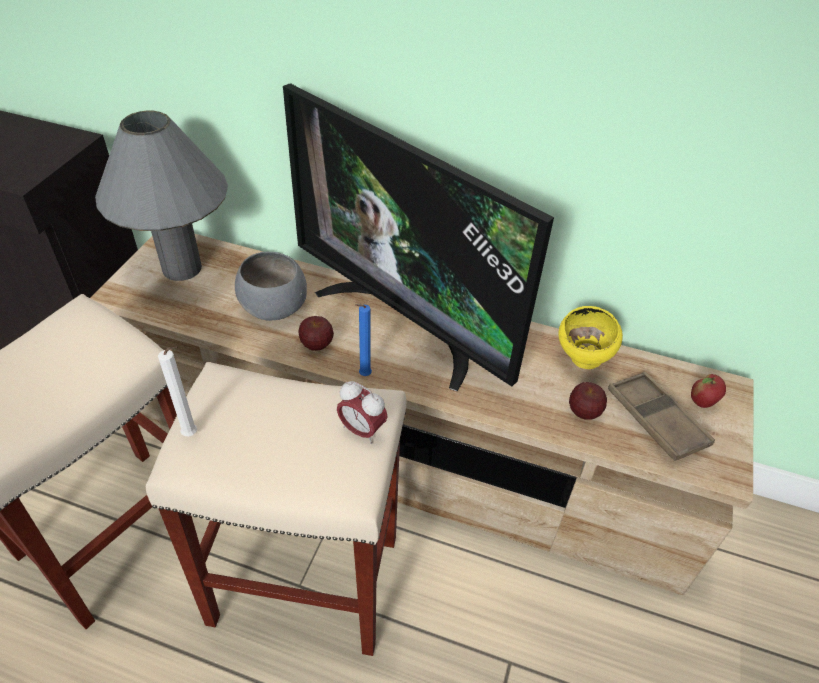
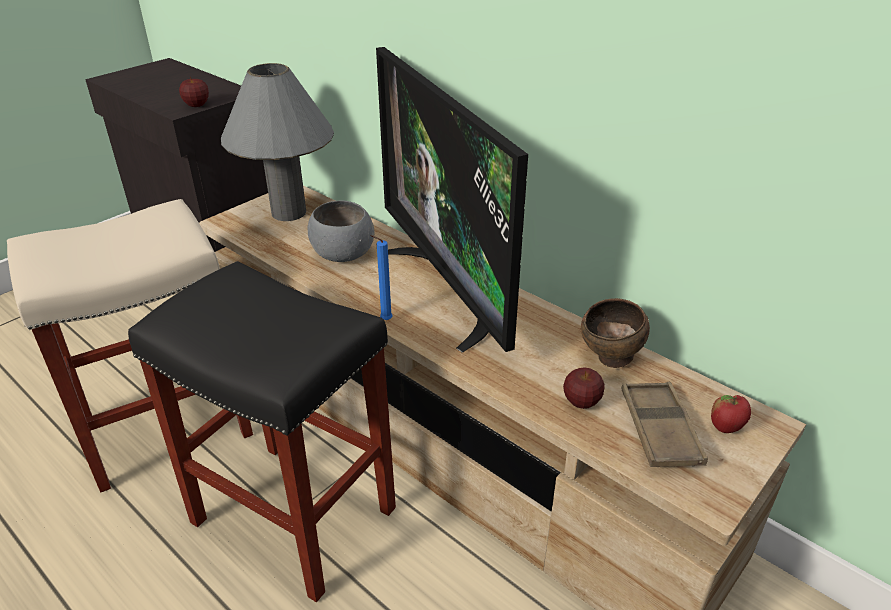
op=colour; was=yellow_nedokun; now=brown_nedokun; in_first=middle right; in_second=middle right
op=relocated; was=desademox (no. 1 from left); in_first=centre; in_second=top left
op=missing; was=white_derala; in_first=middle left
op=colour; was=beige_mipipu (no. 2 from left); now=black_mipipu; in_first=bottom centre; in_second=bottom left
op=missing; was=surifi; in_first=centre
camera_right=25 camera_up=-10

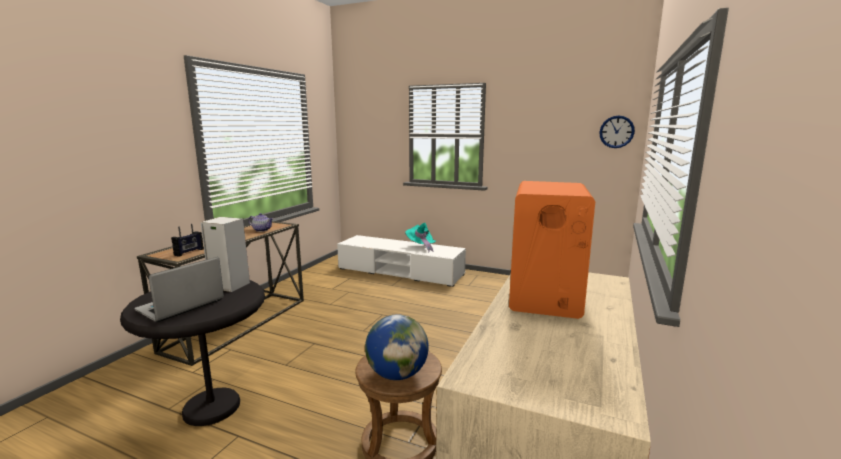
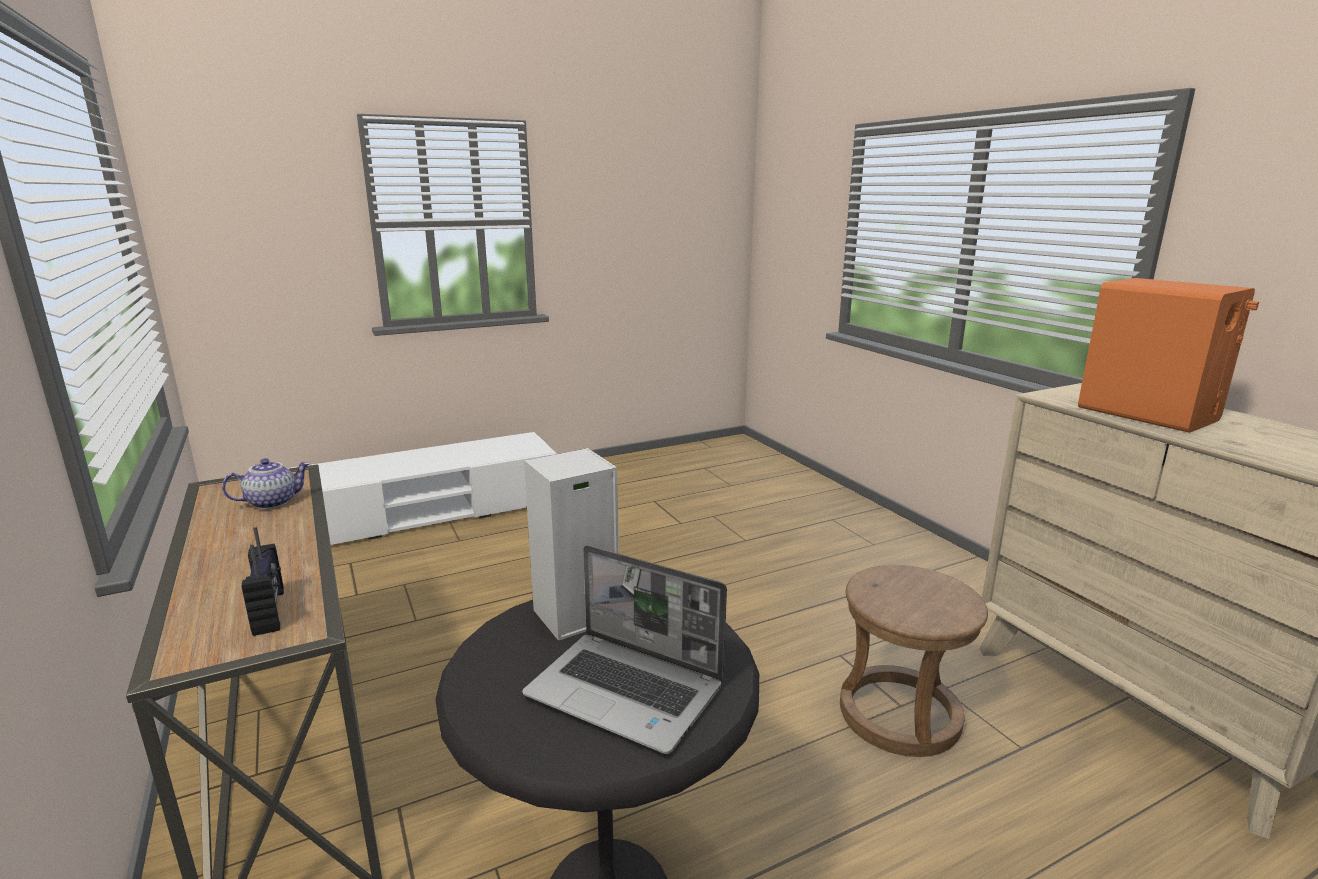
op=missing; was=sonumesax; in_first=top right
op=missing; was=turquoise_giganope; in_first=centre
op=spun; was=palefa; in_first=middle left; in_second=bottom centre; clockwise=-45
op=missing; was=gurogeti; in_first=bottom centre
camera_right=-50 camera_up=5

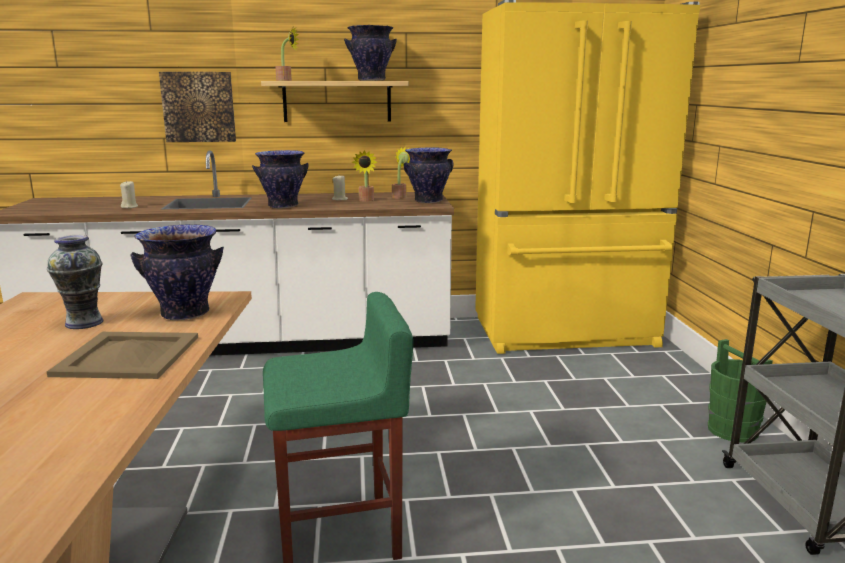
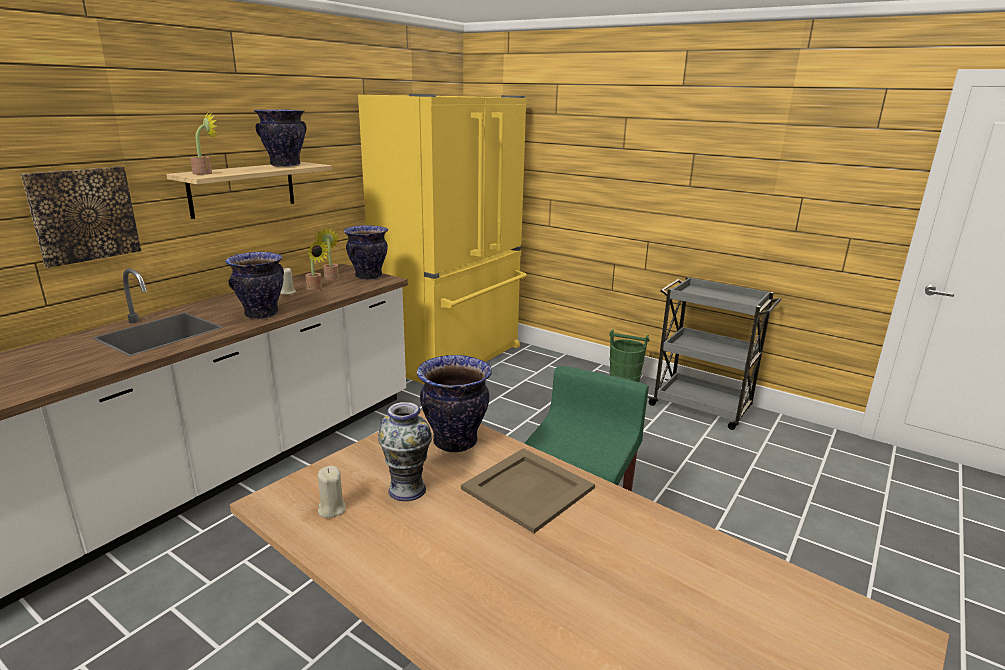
op=relocated; was=beige_derala (no. 1 from left in the first image); now=beige_derala (no. 2 from left); in_first=middle left; in_second=bottom left
camera_right=-50 camera_up=5

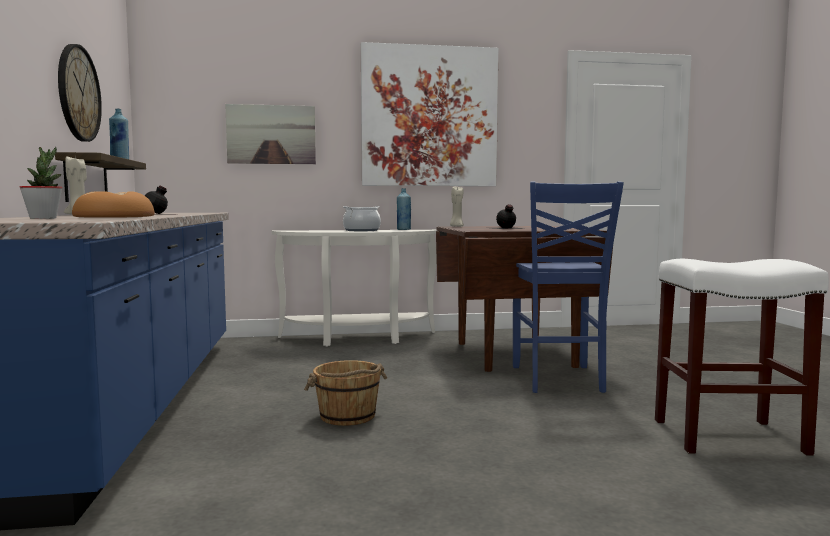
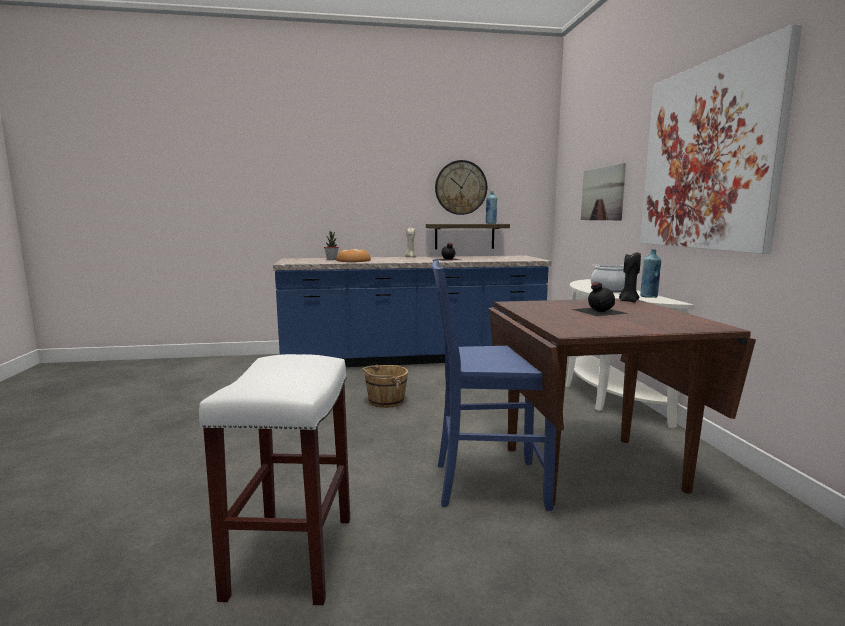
op=colour; was=beige_derala (no. 2 from left); now=black_derala; in_first=centre; in_second=middle right
camera_right=90 camera_up=5

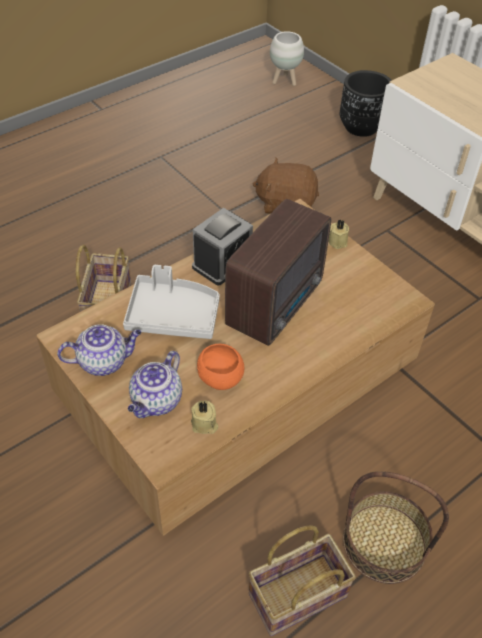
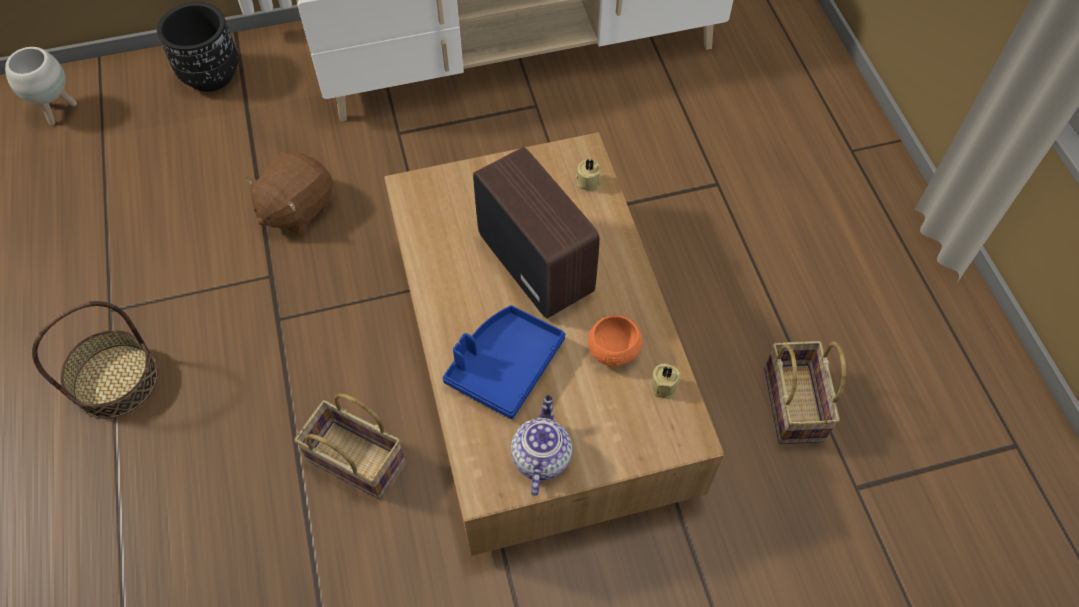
op=missing; was=surifi; in_first=centre
op=relocated; was=beige_derala (no. 2 from left in the first image); now=beige_derala (no. 1 from left); in_first=middle right; in_second=top centre
op=colour; was=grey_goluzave; now=blue_goluzave; in_first=centre; in_second=centre
op=missing; was=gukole (no. 2 from left); in_first=middle left
op=relocated; was=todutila (no. 3 from left in the first image); now=todutila (no. 1 from left); in_first=bottom right; in_second=middle left
camera_right=-65 camera_up=10

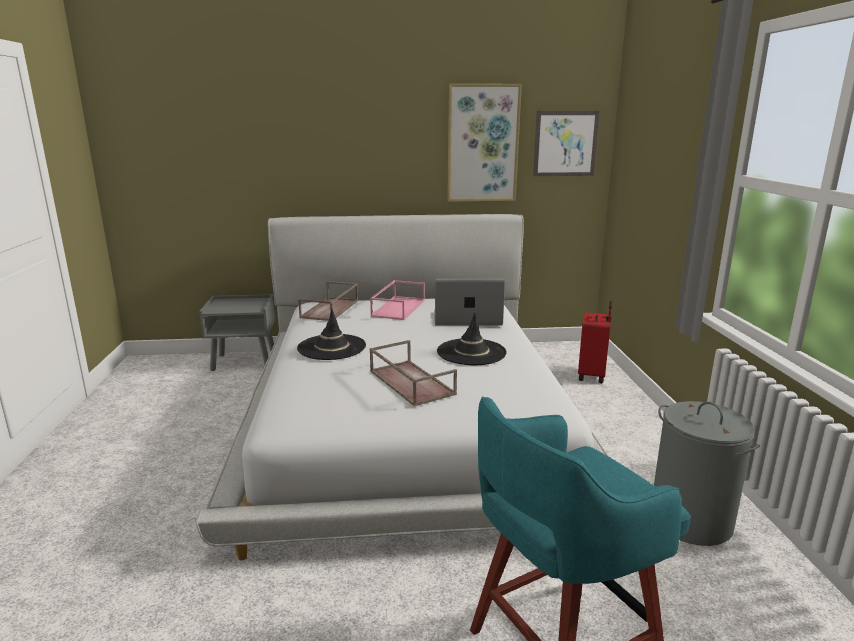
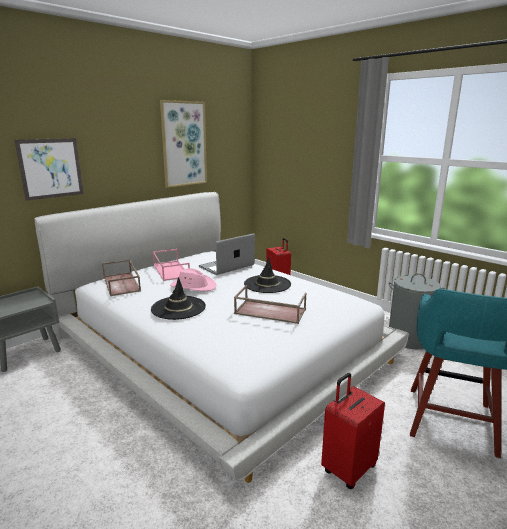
op=relocated; was=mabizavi (no. 2 from left in the first image); now=mabizavi (no. 1 from left); in_first=top centre; in_second=top left
op=appeared; now=pink_giganope; in_second=centre
op=appeared; now=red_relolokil (no. 2 from left); in_second=bottom right
camera_right=-40 camera_up=0

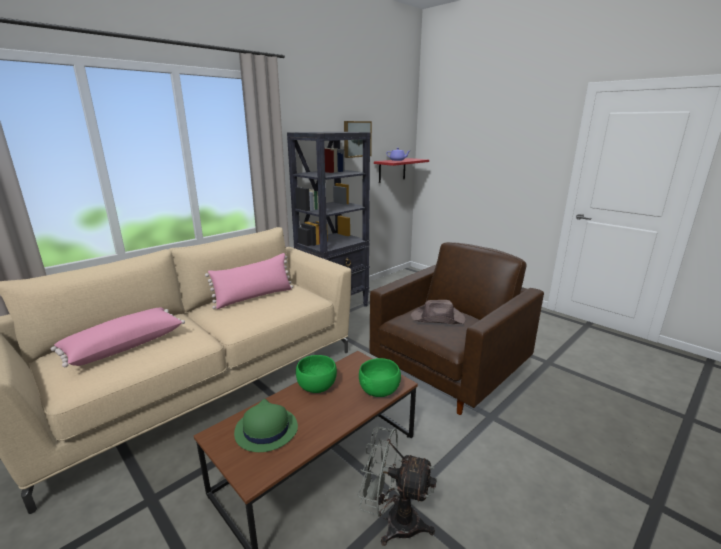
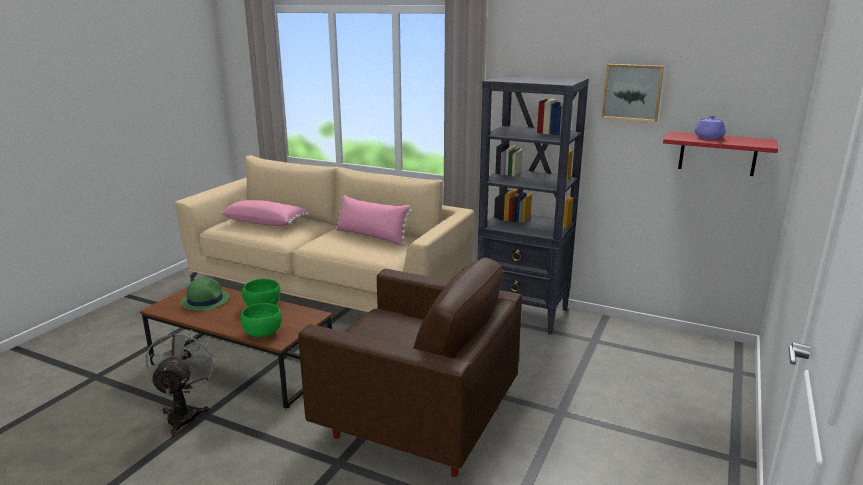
op=missing; was=brown_giganope; in_first=centre
camera_right=70 camera_up=0

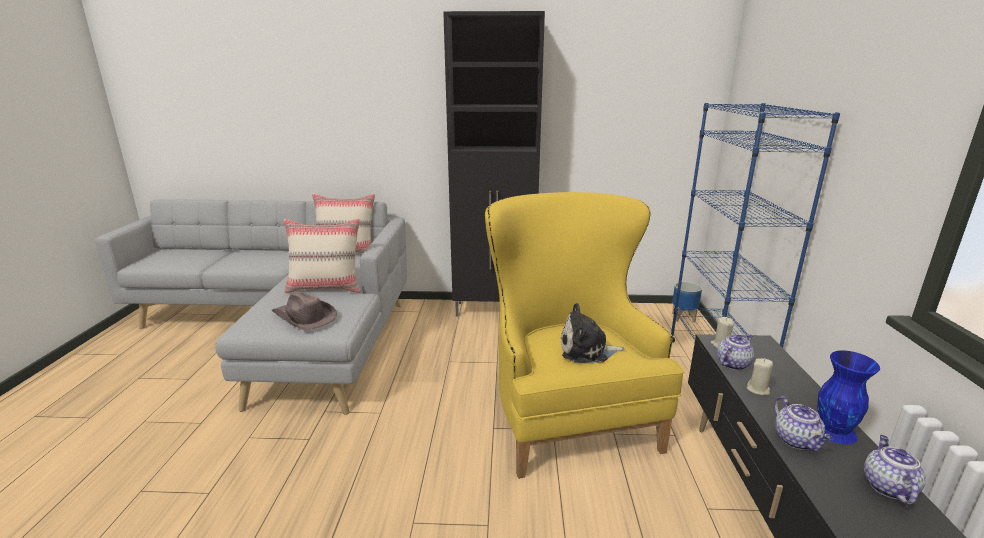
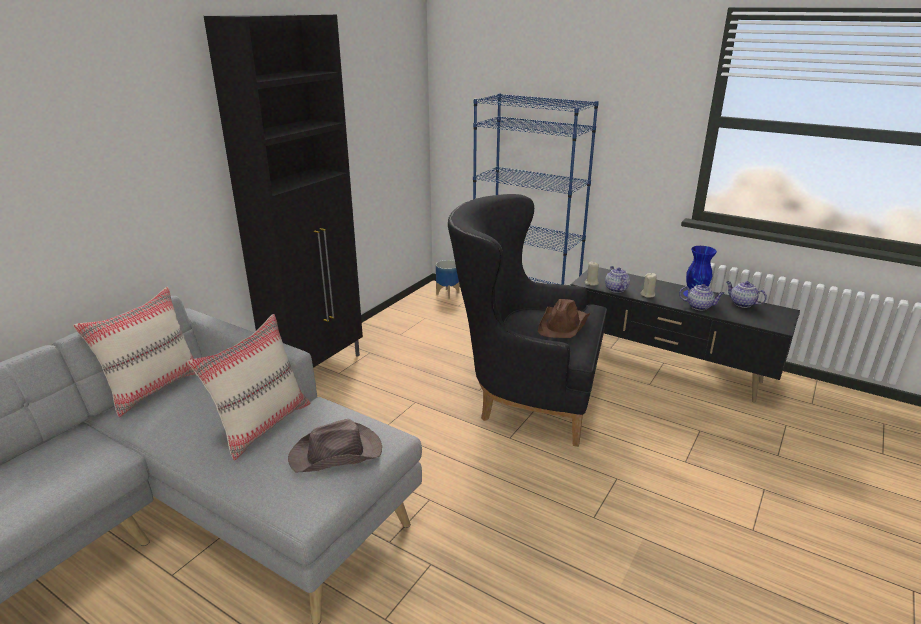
op=colour; was=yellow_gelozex; now=black_gelozex; in_first=centre; in_second=centre
op=exchanged; was=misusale; now=brown_giganope (no. 2 from left); in_first=centre; in_second=centre
camera_right=-60 camera_up=5

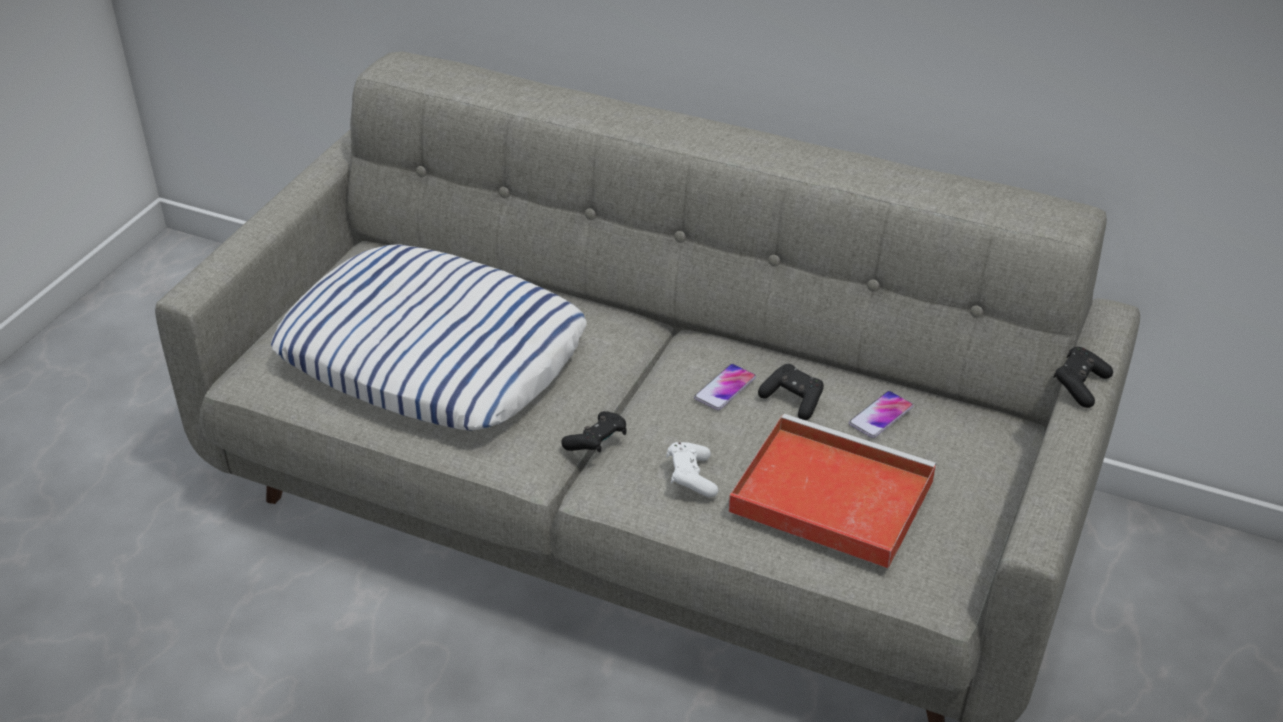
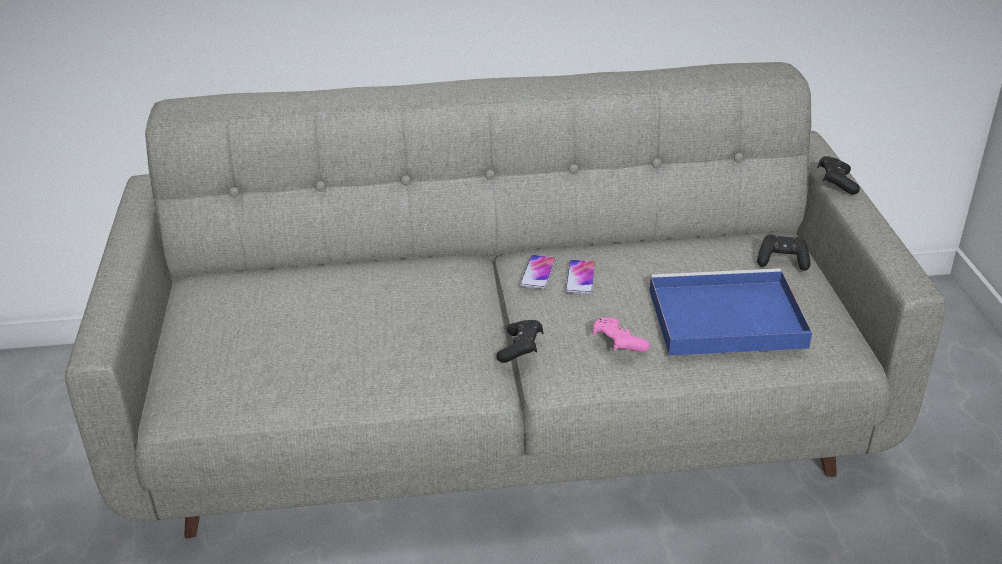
op=missing; was=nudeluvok; in_first=centre
op=relocated; was=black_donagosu (no. 2 from left); in_first=centre; in_second=middle right
op=relocated; was=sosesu (no. 2 from left in the first image); now=sosesu (no. 1 from left); in_first=middle right; in_second=centre
op=colour; was=red_goluzave; now=blue_goluzave; in_first=bottom centre; in_second=middle right
op=colour; was=white_donagosu; now=pink_donagosu; in_first=centre; in_second=centre
camera_right=-30 camera_up=-5

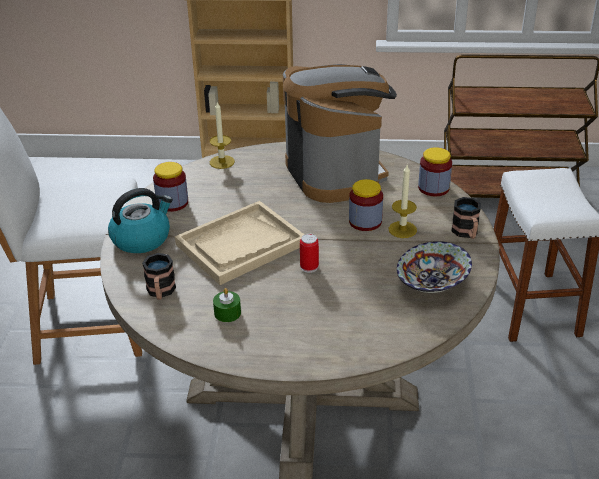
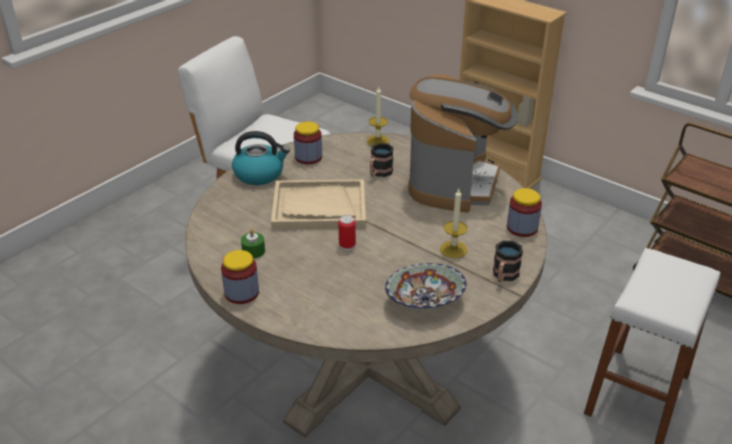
op=relocated; was=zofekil (no. 2 from left in the first image); now=zofekil (no. 1 from left); in_first=centre; in_second=middle left
op=relocated; was=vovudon (no. 1 from left); in_first=middle left; in_second=centre
camera_right=35 camera_up=0

